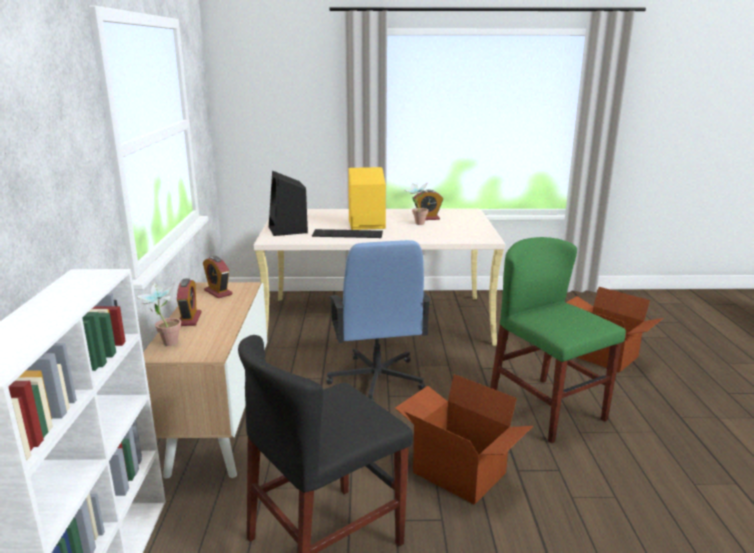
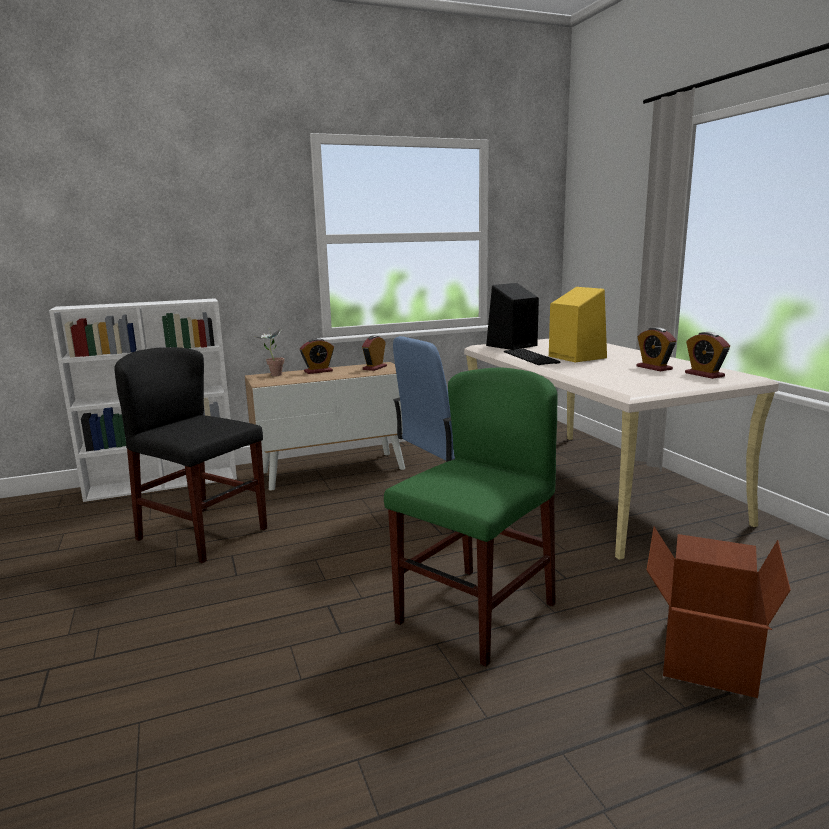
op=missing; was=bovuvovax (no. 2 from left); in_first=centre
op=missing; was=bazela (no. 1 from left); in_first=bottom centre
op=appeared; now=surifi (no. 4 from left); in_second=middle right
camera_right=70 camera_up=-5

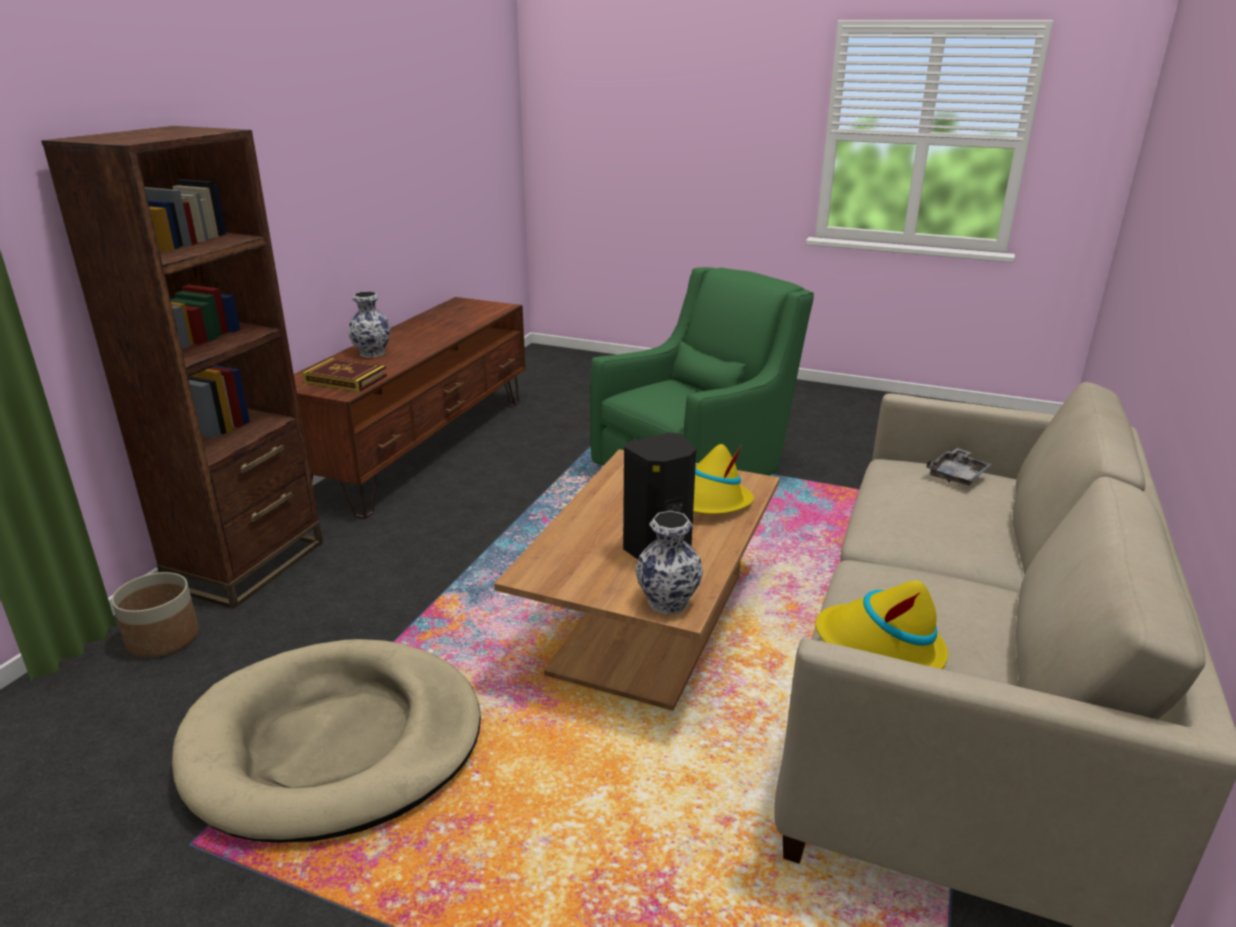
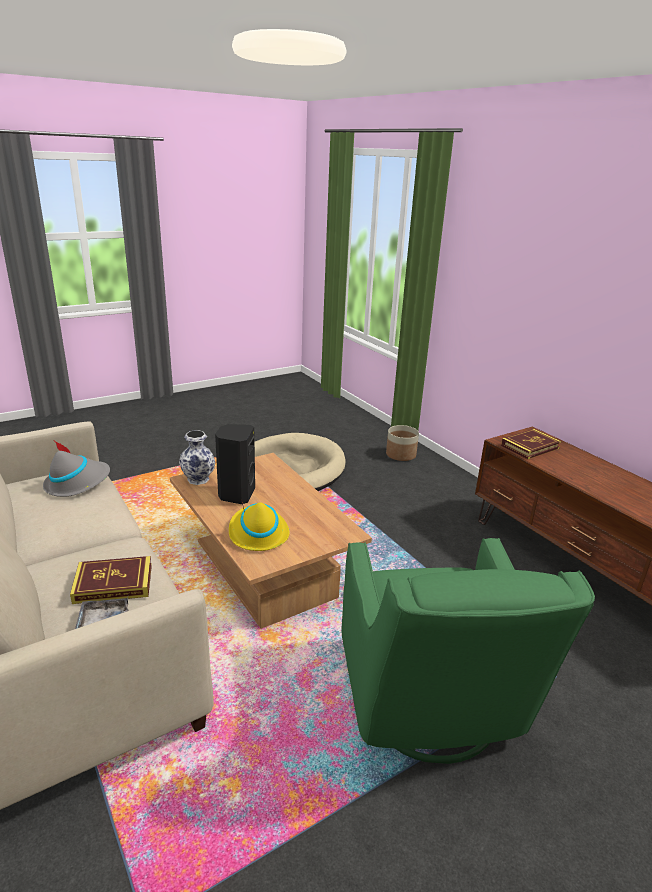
op=missing; was=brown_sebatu; in_first=middle left
op=missing; was=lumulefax (no. 1 from left); in_first=middle left
op=colour; was=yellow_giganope (no. 2 from left); now=grey_giganope; in_first=bottom right; in_second=middle left
op=appeared; now=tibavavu (no. 1 from left); in_second=middle left
camera_right=125 camera_up=0

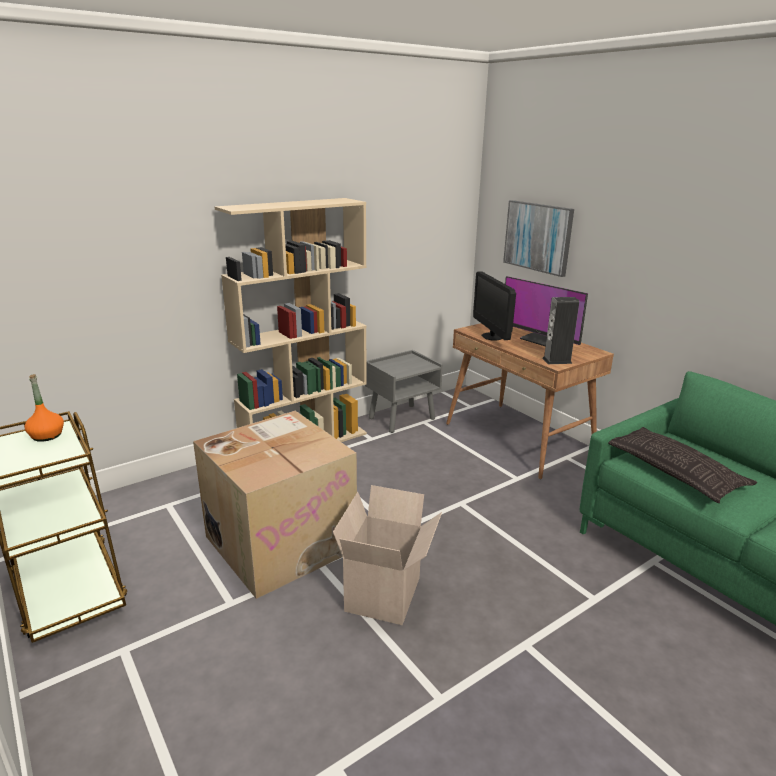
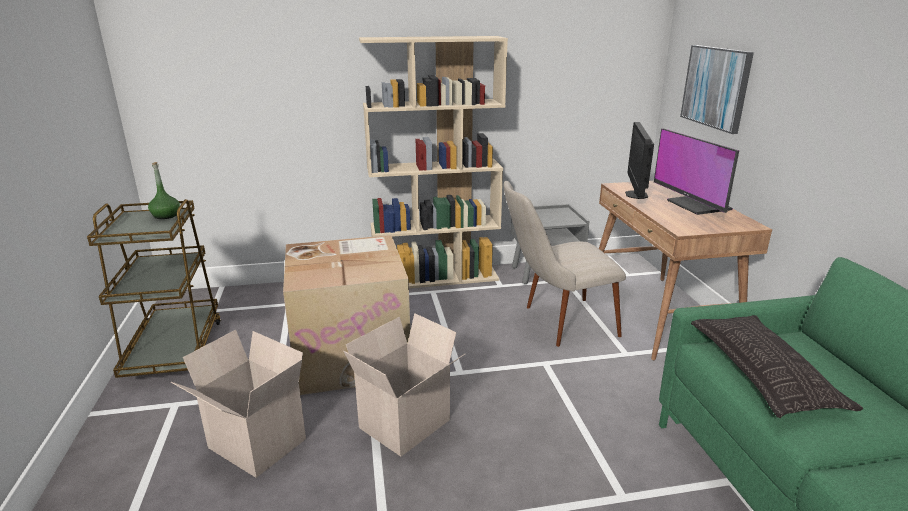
op=missing; was=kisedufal; in_first=middle right
op=colour; was=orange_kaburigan; now=green_kaburigan; in_first=middle left; in_second=middle left
op=appeared; now=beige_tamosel; in_second=centre
op=appeared; now=bazela (no. 1 from left); in_second=bottom left
camera_right=25 camera_up=0

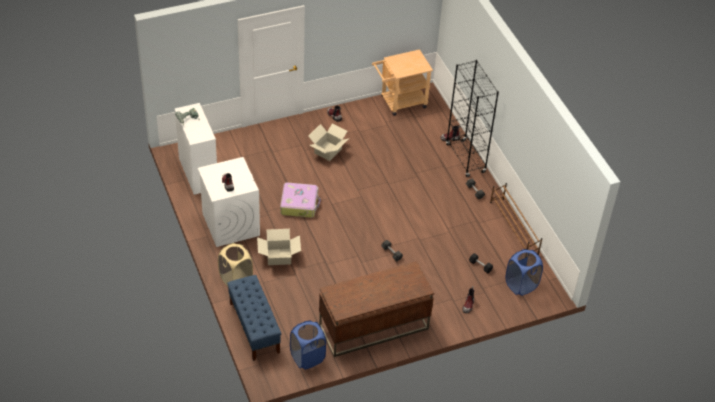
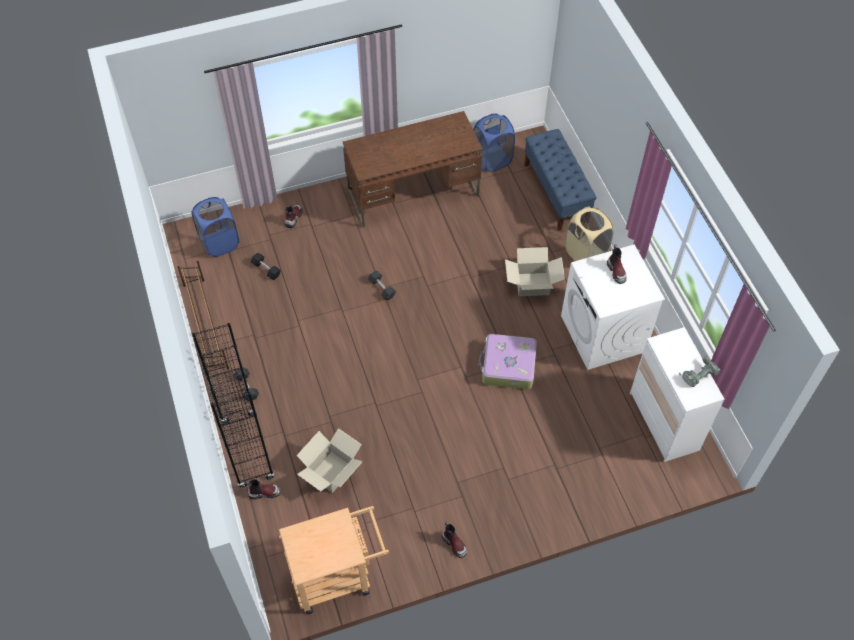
op=relocated; was=bazela (no. 2 from left in the first image); now=bazela (no. 1 from left); in_first=centre; in_second=bottom centre
camera_right=-175 camera_up=10

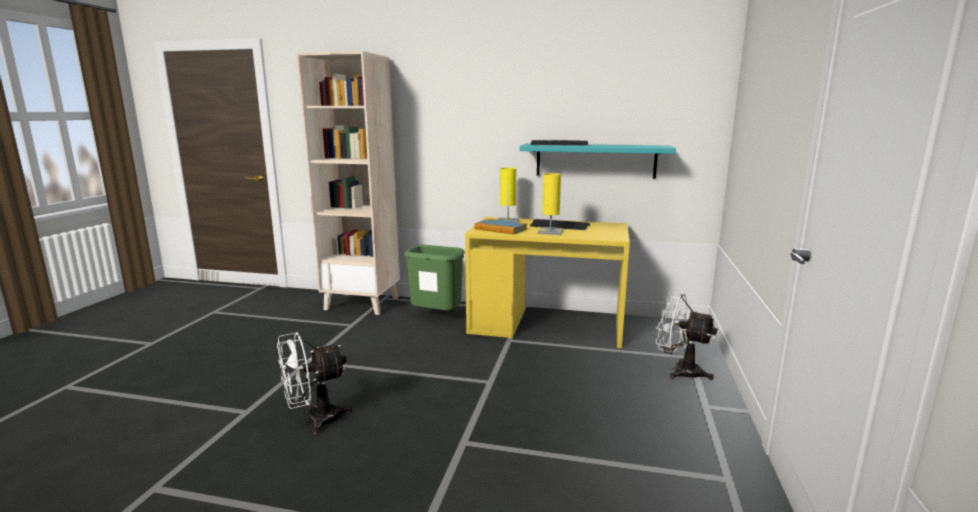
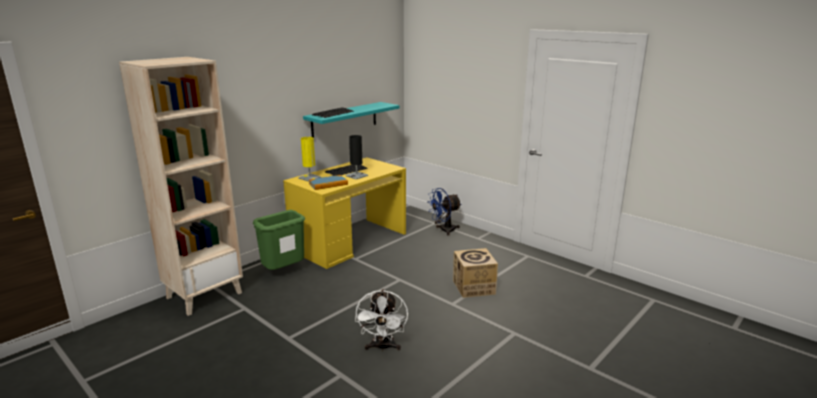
op=colour; was=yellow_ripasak (no. 2 from left); now=black_ripasak; in_first=centre; in_second=centre
op=colour; was=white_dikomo (no. 2 from left); now=blue_dikomo; in_first=middle right; in_second=centre
op=appeared; now=bazela; in_second=bottom centre
camera_right=-60 camera_up=5

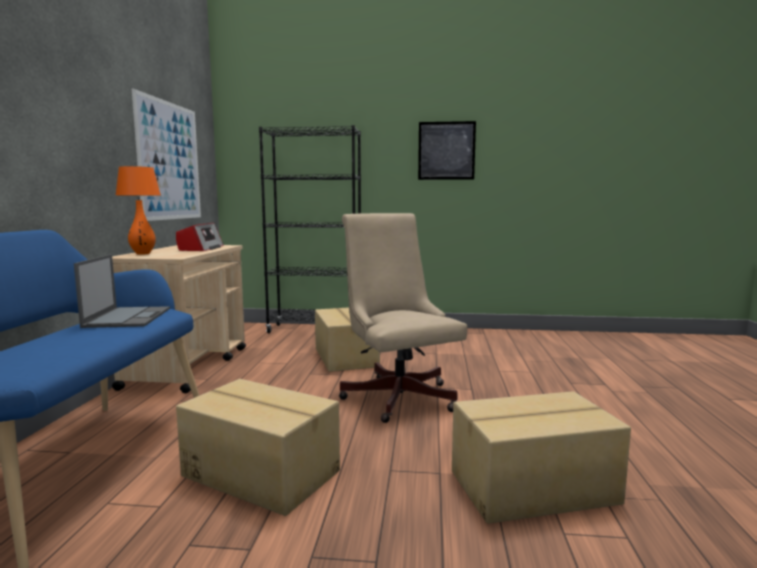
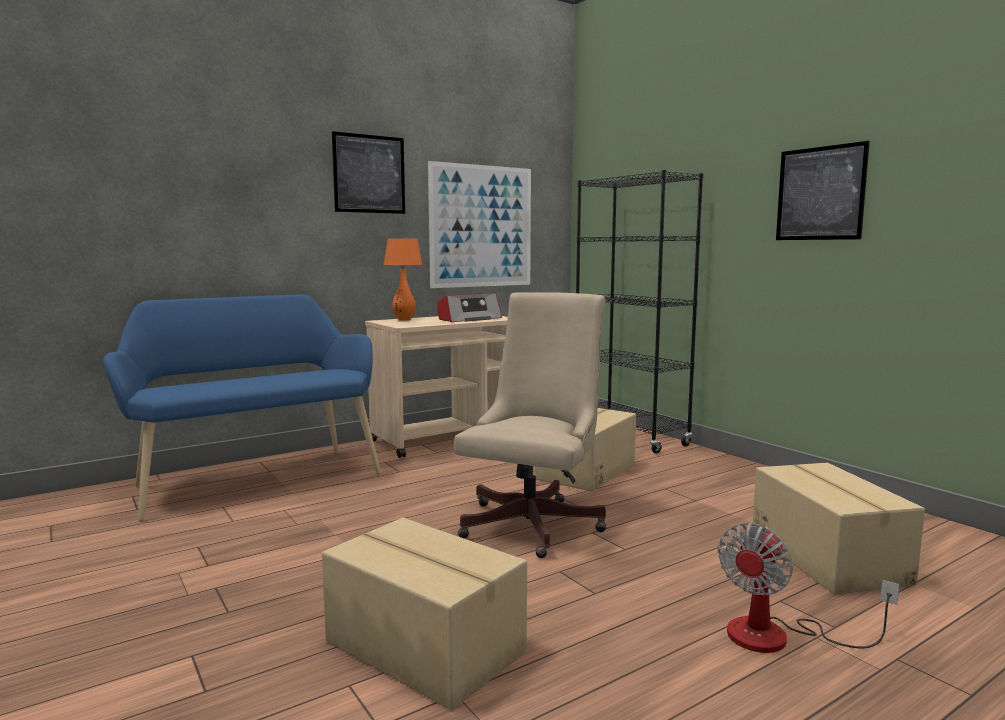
op=missing; was=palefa; in_first=middle left
op=relocated; was=bazela (no. 1 from left in the first image); now=bazela (no. 3 from left); in_first=bottom centre; in_second=bottom right
op=appeared; now=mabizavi (no. 1 from left); in_second=top centre
op=appeared; now=dikomo; in_second=bottom right
camera_right=50 camera_up=0

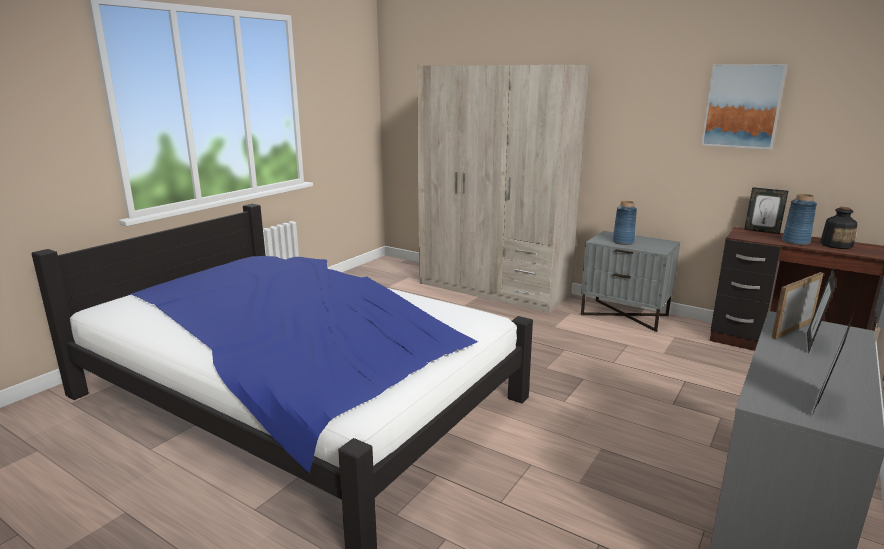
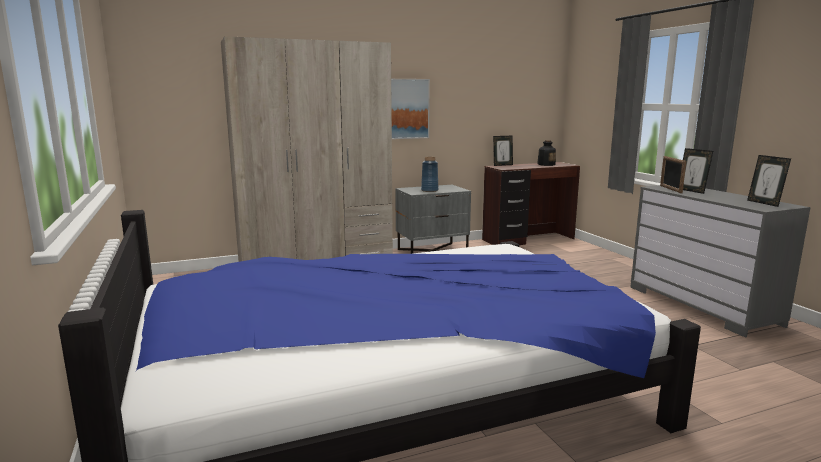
op=relocated; was=mabizavi; in_first=top right; in_second=top centre
op=missing; was=blue_lumulefax (no. 2 from left); in_first=middle right
camera_right=-55 camera_up=-5

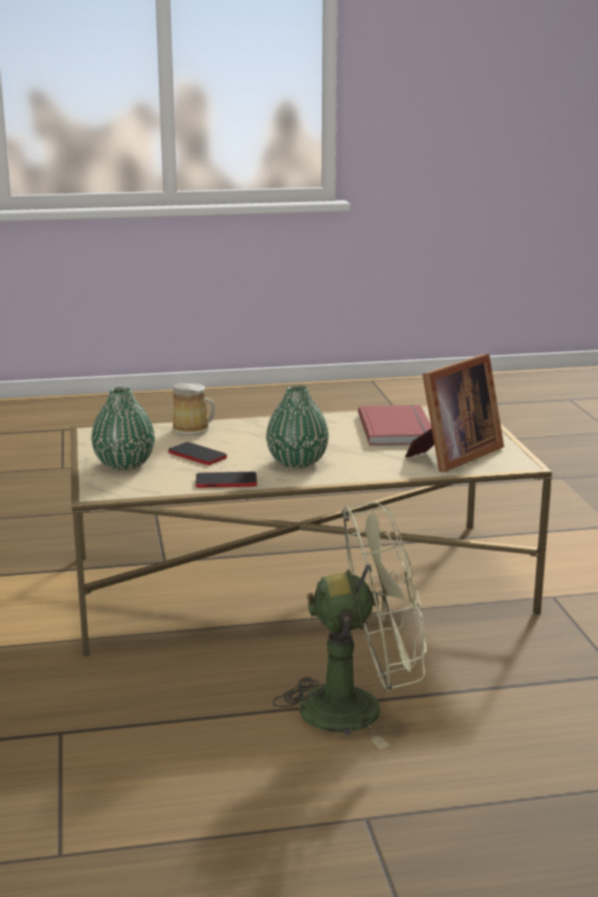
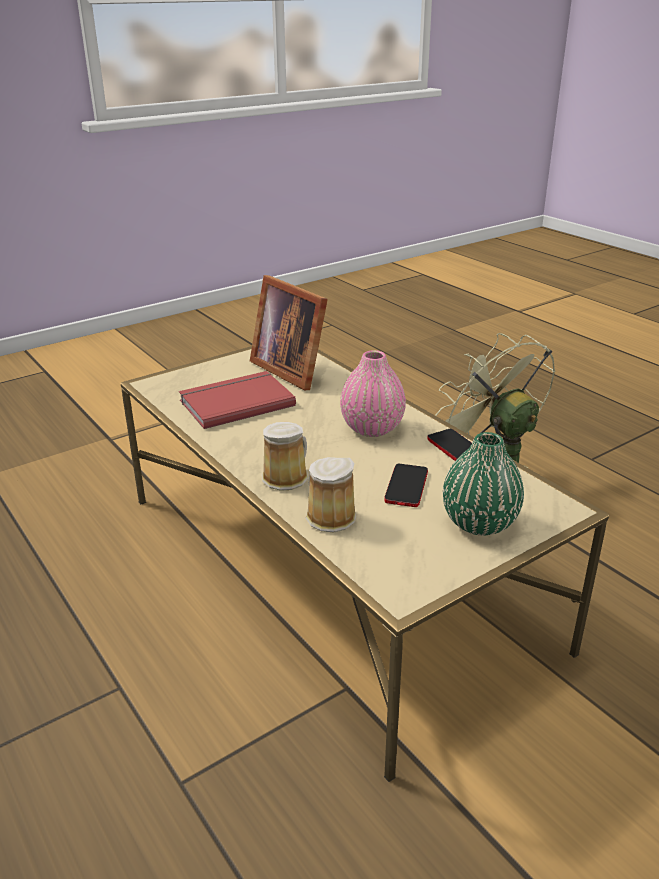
op=spun; was=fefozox; in_first=middle right; in_second=centre; clockwise=-150
op=colour; was=green_lumulefax (no. 2 from left); now=pink_lumulefax; in_first=centre; in_second=centre
op=appeared; now=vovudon (no. 1 from left); in_second=centre
camera_right=-115 camera_up=10

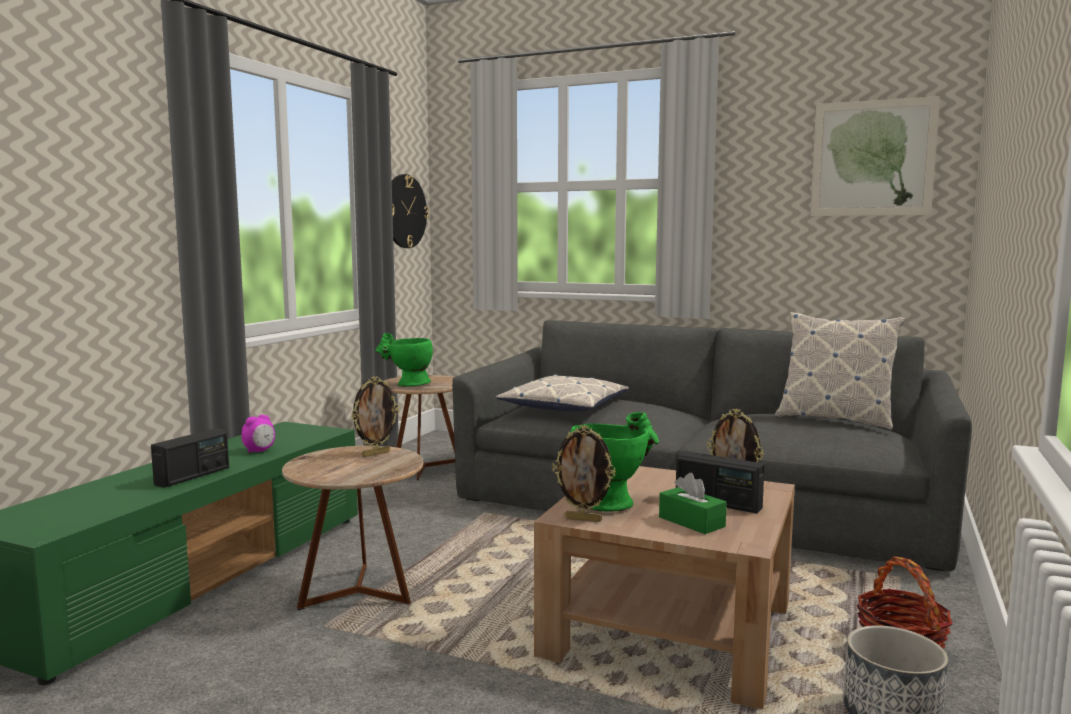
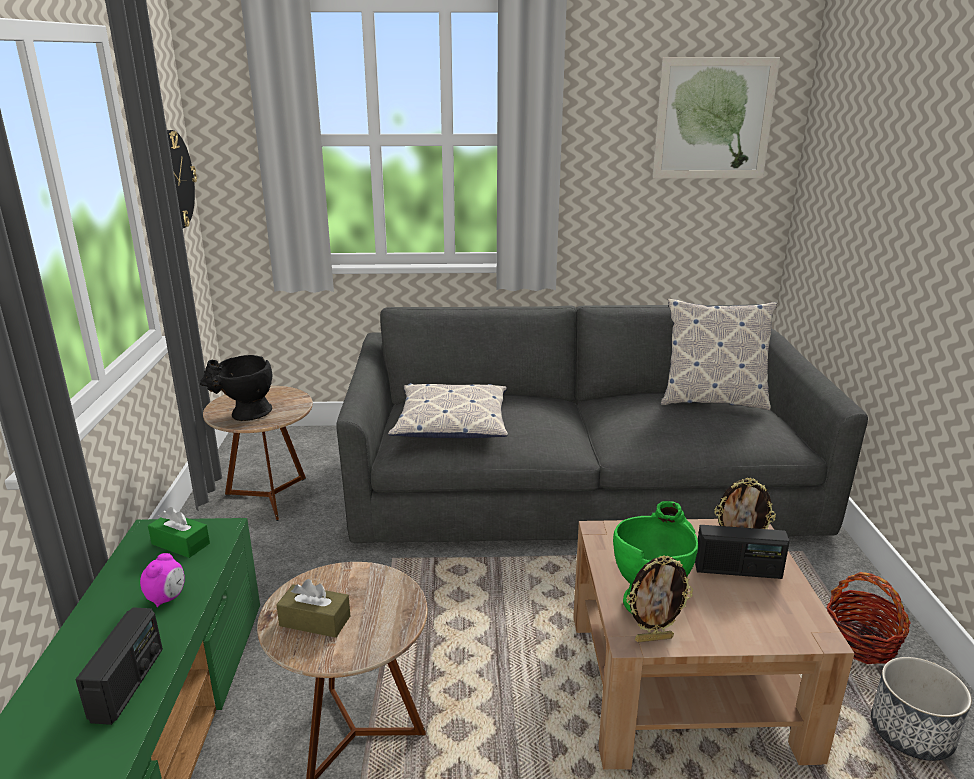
op=colour; was=green_lumulefax (no. 1 from left); now=black_lumulefax; in_first=centre; in_second=middle left
op=missing; was=fefozox (no. 1 from left); in_first=centre
op=relocated; was=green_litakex; in_first=bottom centre; in_second=bottom left
op=appeared; now=brown_litakex; in_second=bottom left
camera_right=-25 camera_up=15

